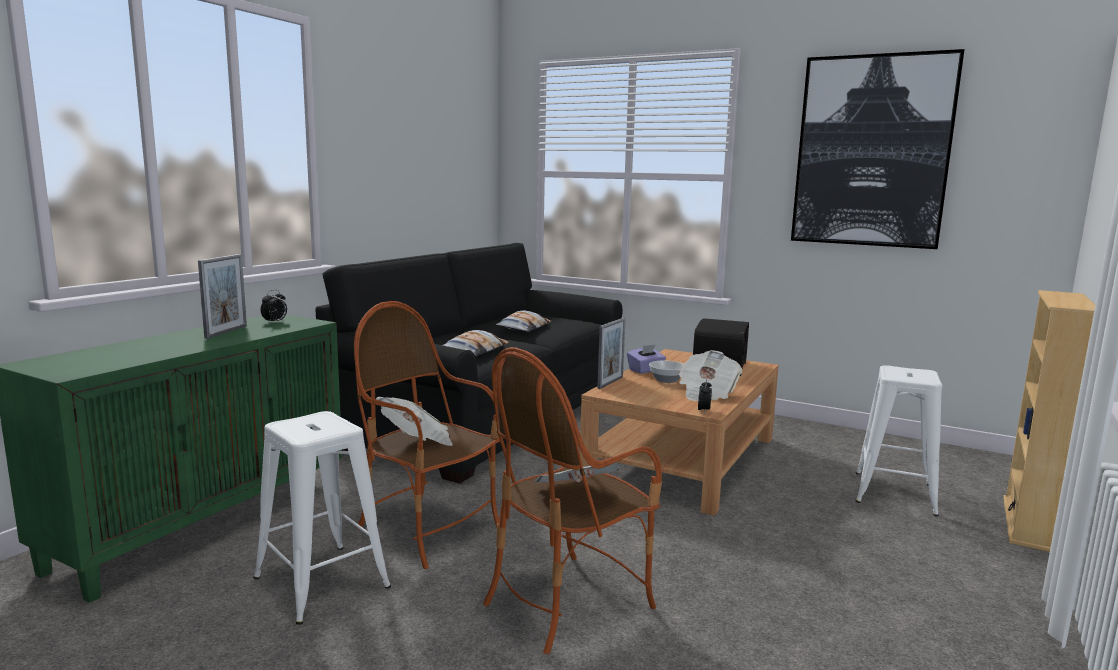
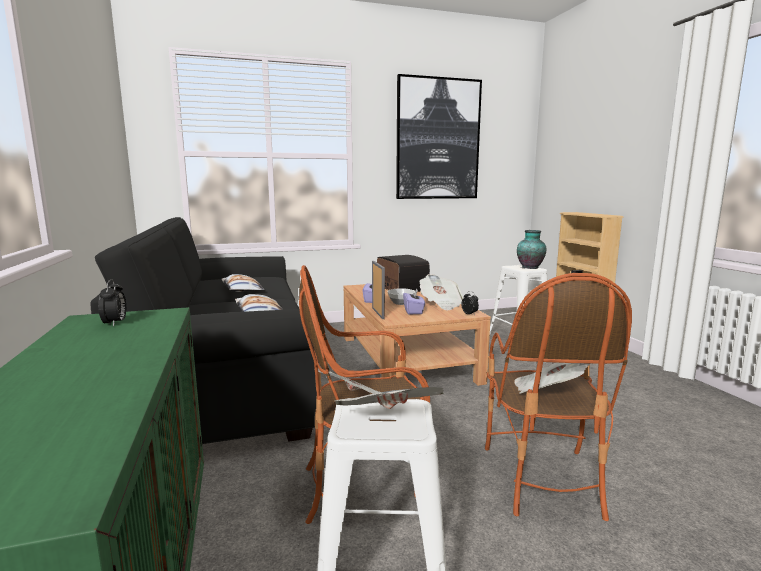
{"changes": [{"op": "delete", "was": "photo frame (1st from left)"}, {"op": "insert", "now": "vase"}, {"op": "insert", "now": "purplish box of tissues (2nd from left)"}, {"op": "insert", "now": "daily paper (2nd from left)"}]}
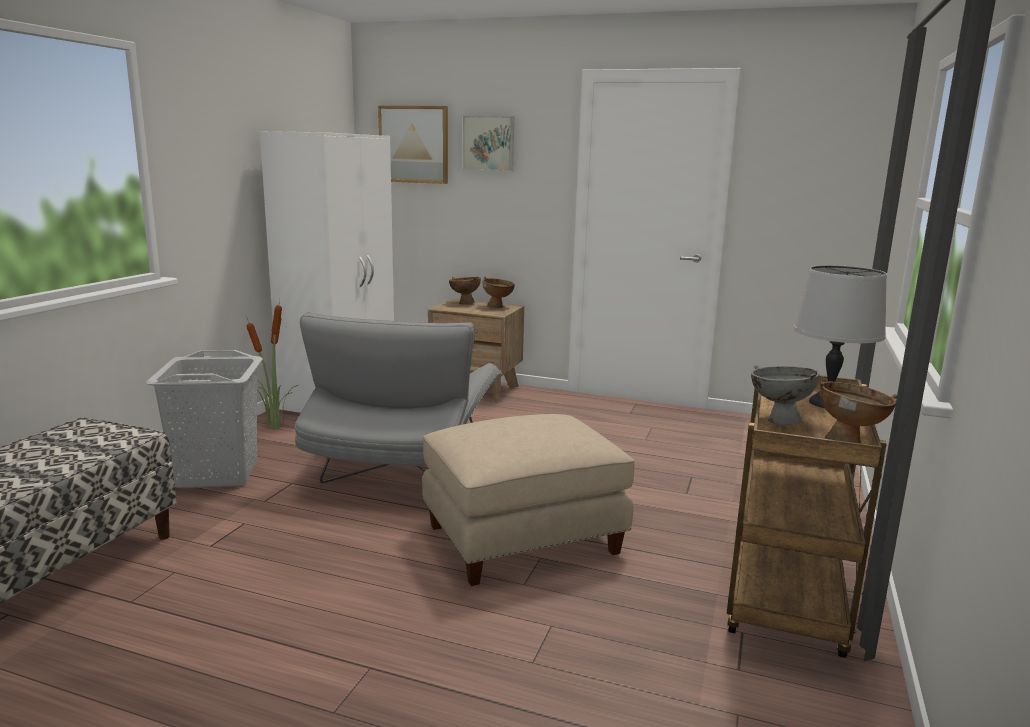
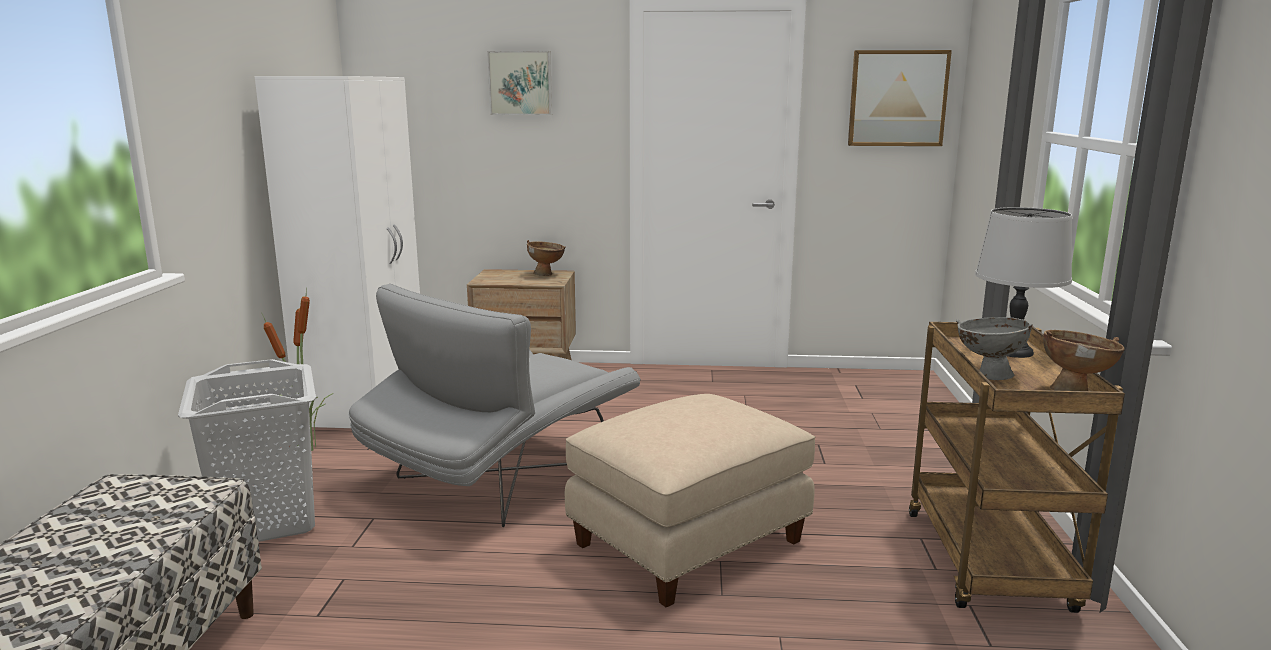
{"changes": [{"op": "move", "was": "wall art (1st from left in the first image)", "now": "wall art (2nd from left)"}, {"op": "delete", "was": "brown-coloured bowl (1st from left)"}, {"op": "rotate", "was": "grey easy chair", "clockwise": 45}]}
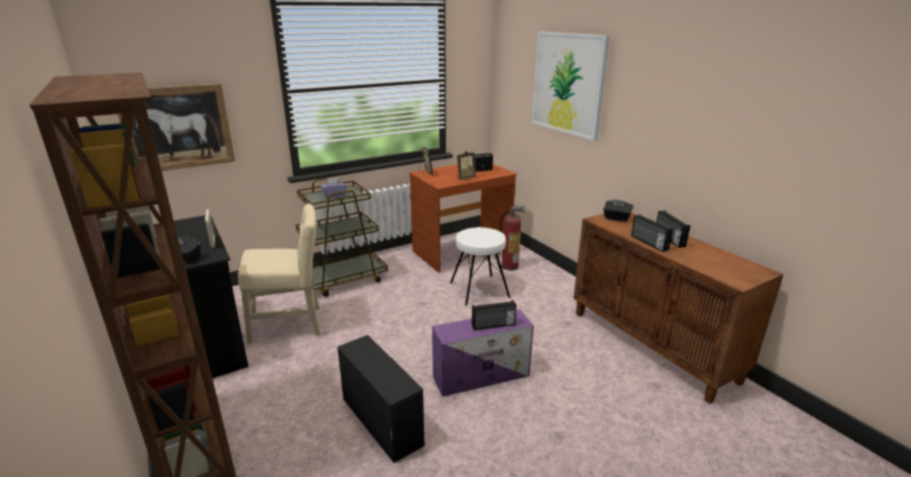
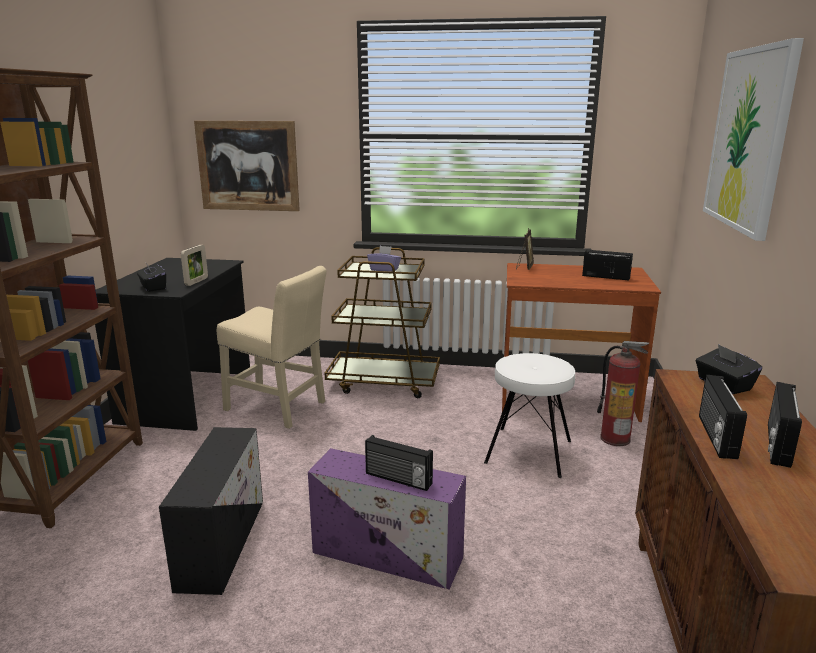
{"changes": [{"op": "delete", "was": "photo frame (3rd from left)"}]}
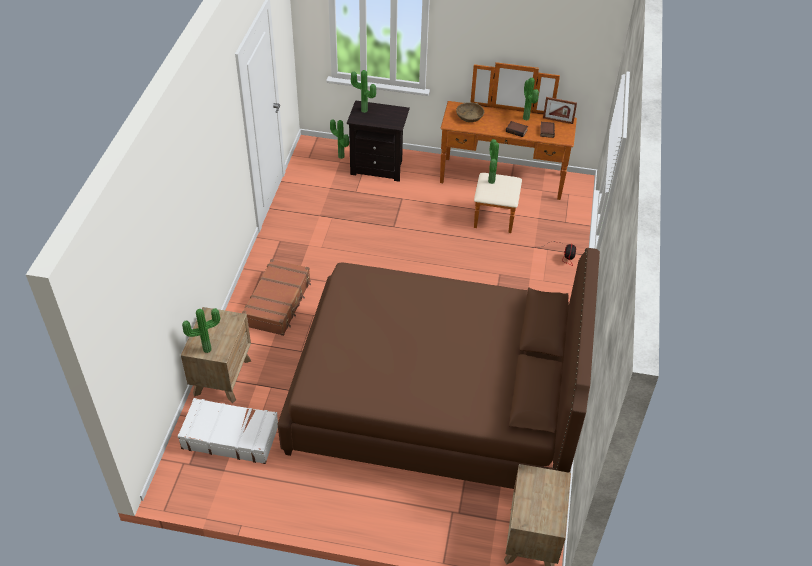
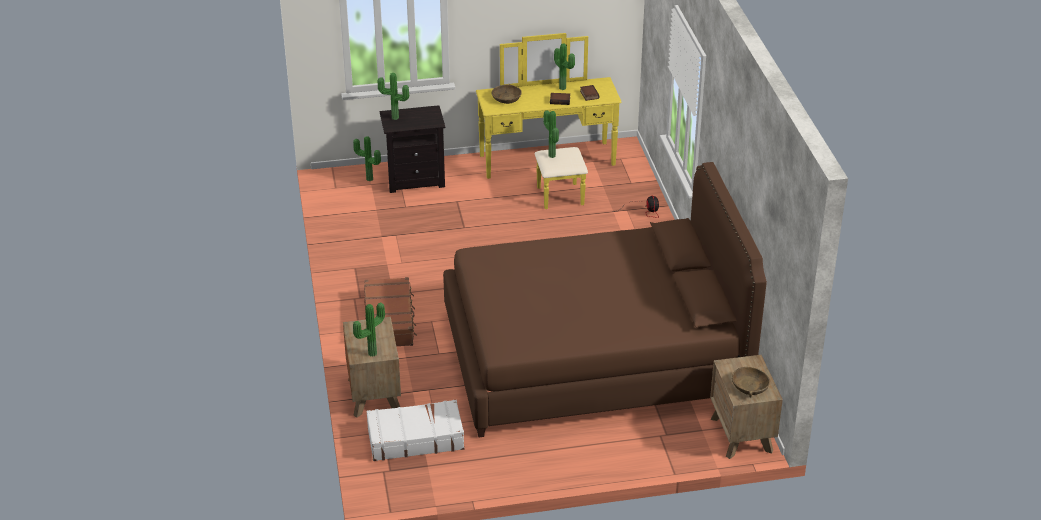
{"changes": [{"op": "recolor", "was": "brown-coloured chest of drawers", "now": "yellow-coloured chest of drawers"}, {"op": "delete", "was": "photo frame"}, {"op": "insert", "now": "brown-coloured bowl (2nd from left)"}]}
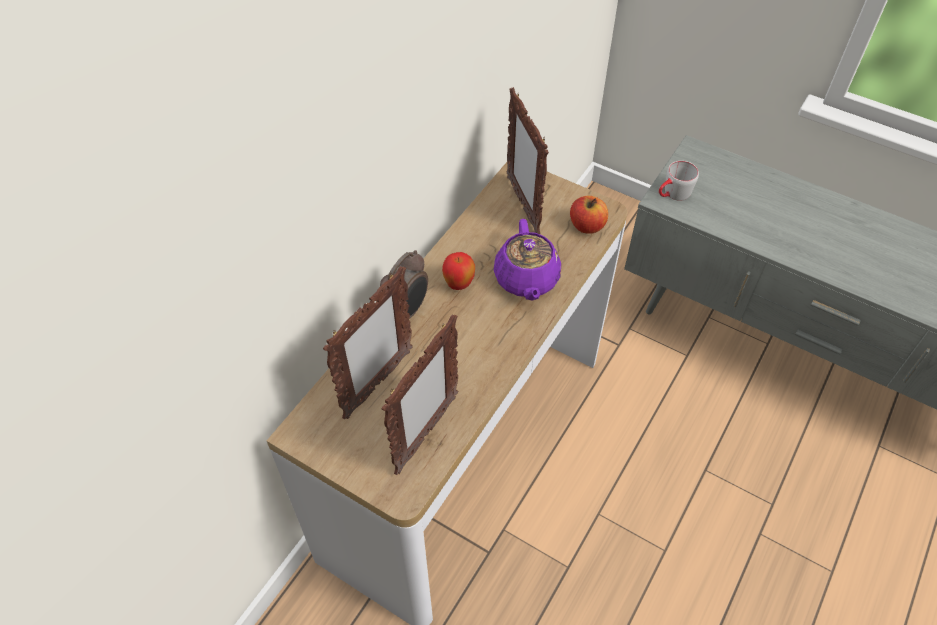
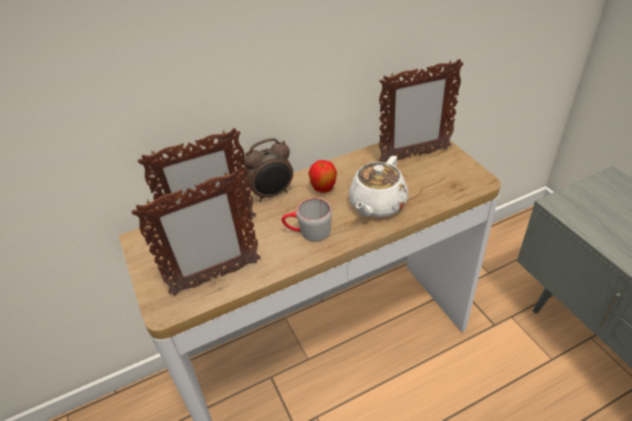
{"changes": [{"op": "rotate", "was": "photo frame (3rd from left)", "clockwise": -120}, {"op": "move", "was": "grey tea mug"}, {"op": "delete", "was": "apple fruit (2nd from left)"}, {"op": "recolor", "was": "purplish tea pot", "now": "white-coloured tea pot"}]}
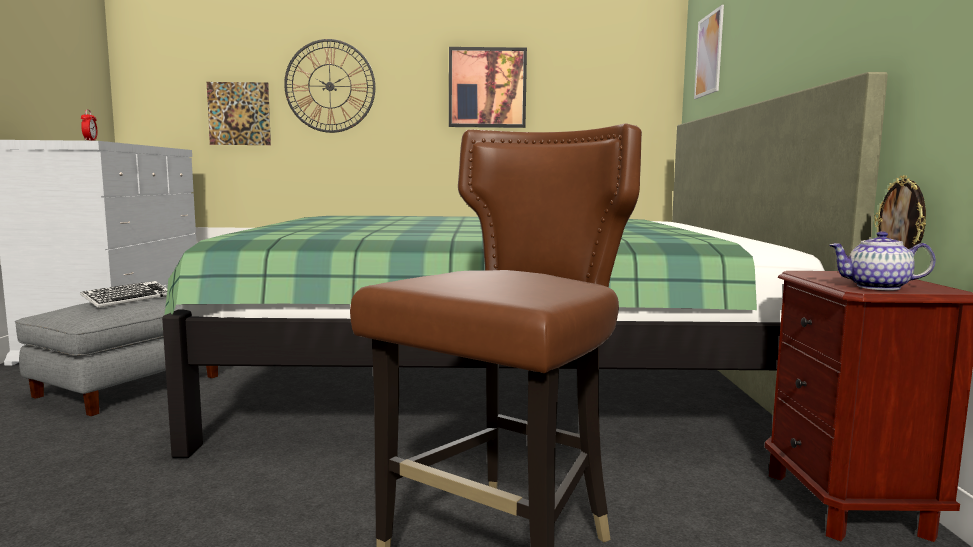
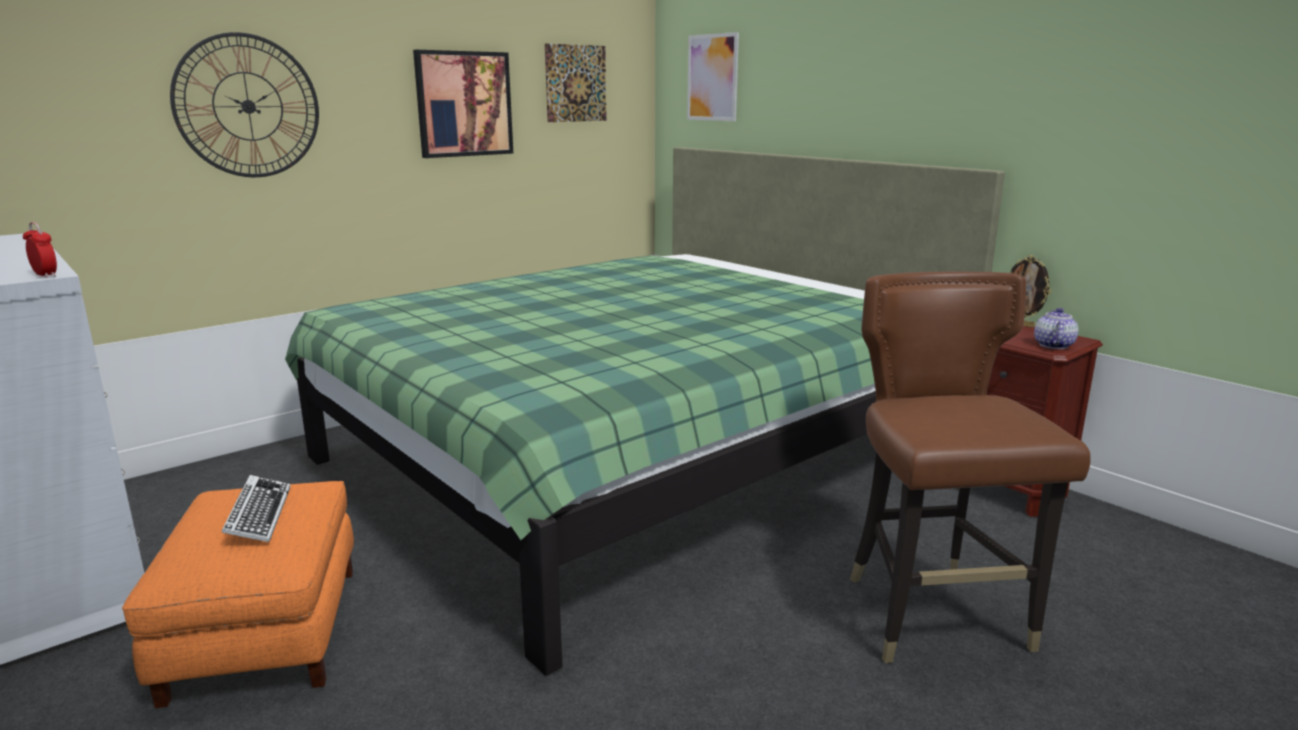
{"changes": [{"op": "move", "was": "wall art (1st from left in the first image)", "now": "wall art (2nd from left)"}, {"op": "rotate", "was": "tea pot", "clockwise": 135}, {"op": "recolor", "was": "grey footrest", "now": "orangey footrest"}]}
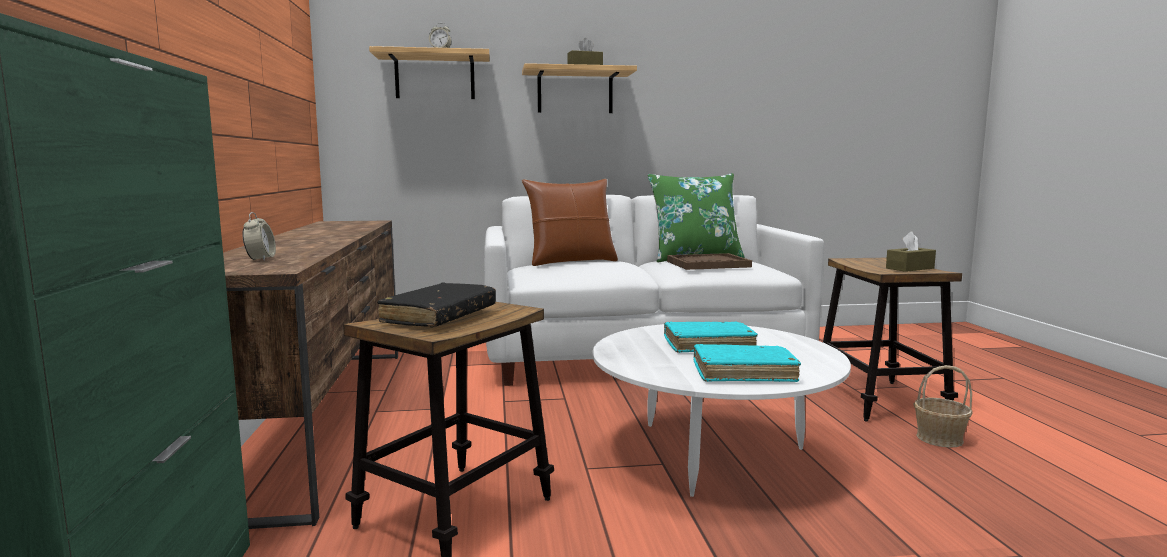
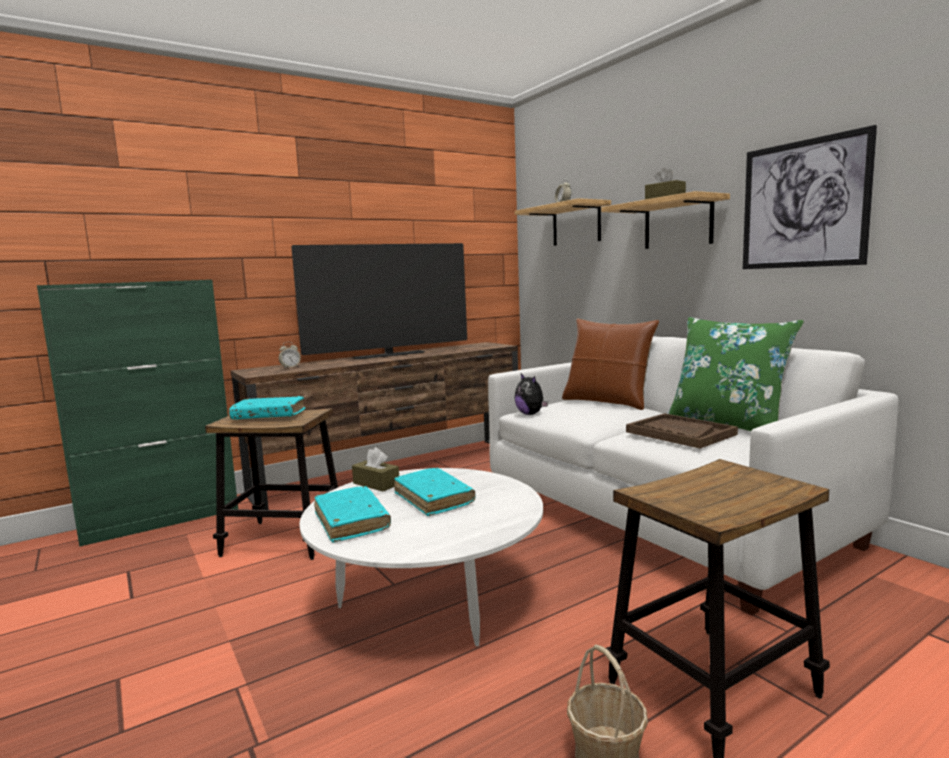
{"changes": [{"op": "move", "was": "brown-coloured box of tissues (2nd from left in the first image)", "now": "brown-coloured box of tissues (1st from left)"}, {"op": "recolor", "was": "blackish book", "now": "blue-green book (1st from left)"}, {"op": "insert", "now": "wall art"}, {"op": "insert", "now": "TV set"}, {"op": "insert", "now": "soft toy"}]}
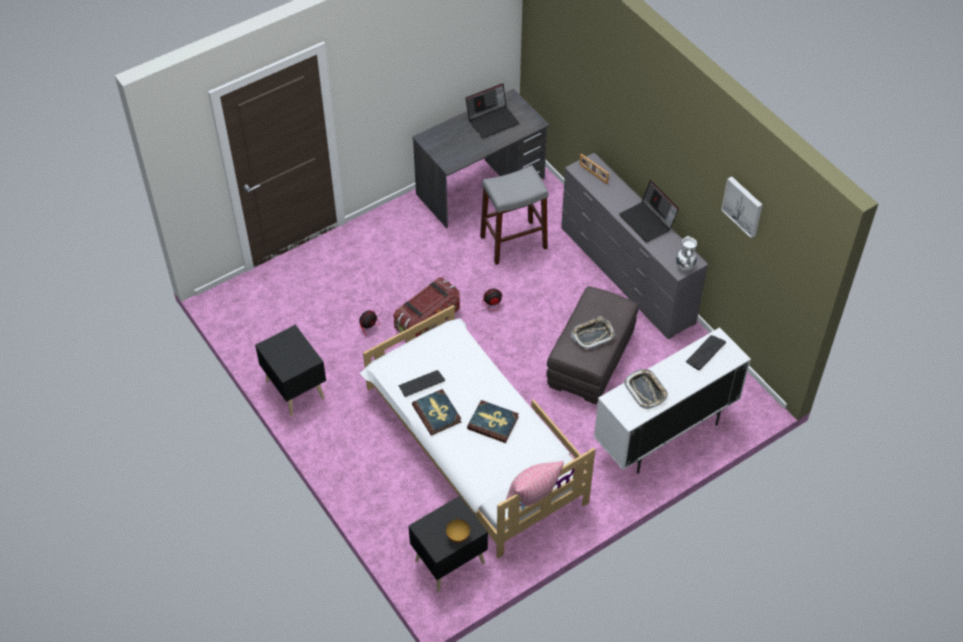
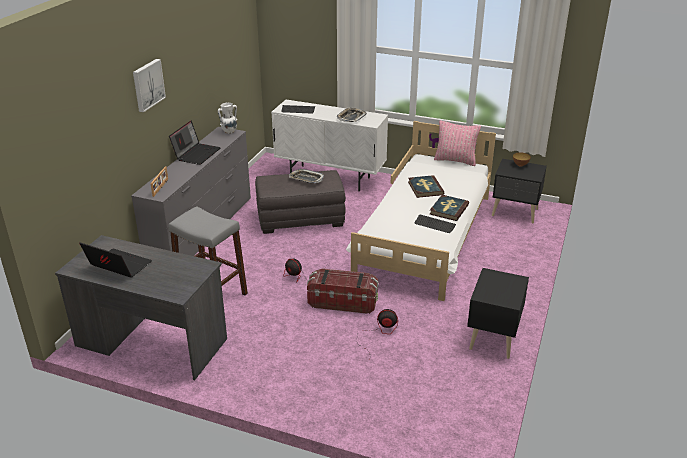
{"changes": [{"op": "move", "was": "wall art"}]}
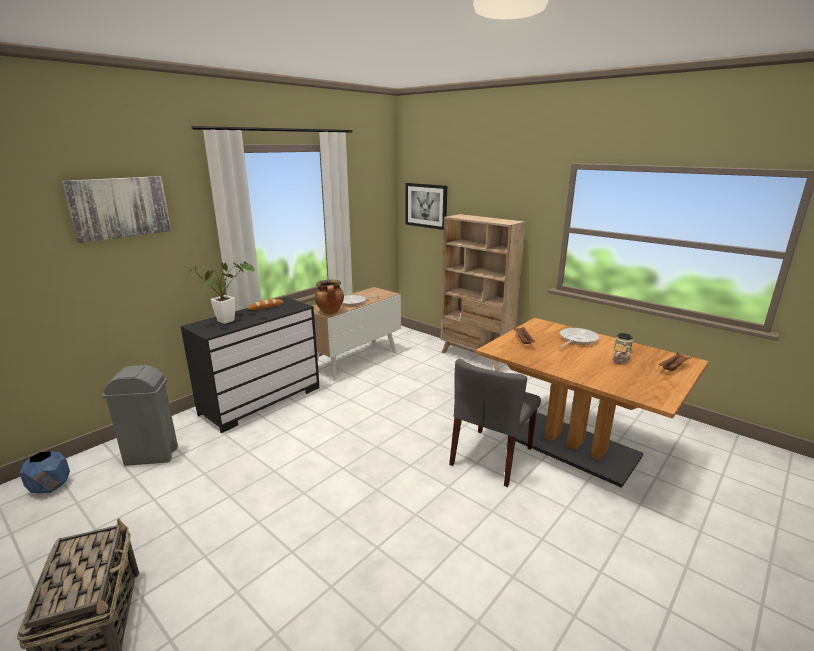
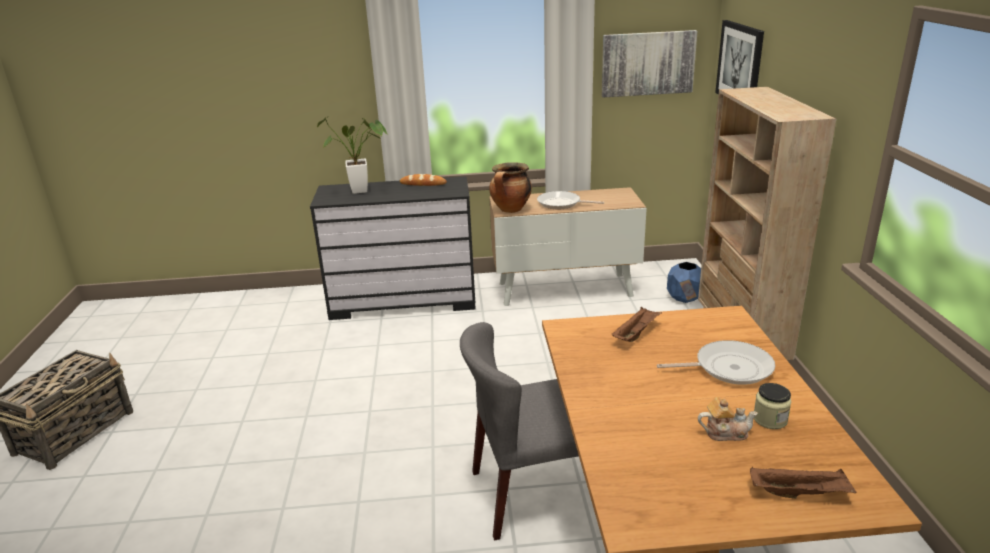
{"changes": [{"op": "move", "was": "wall art (1st from left)"}, {"op": "delete", "was": "grey trash can"}, {"op": "move", "was": "blue-coloured plant pot"}]}
